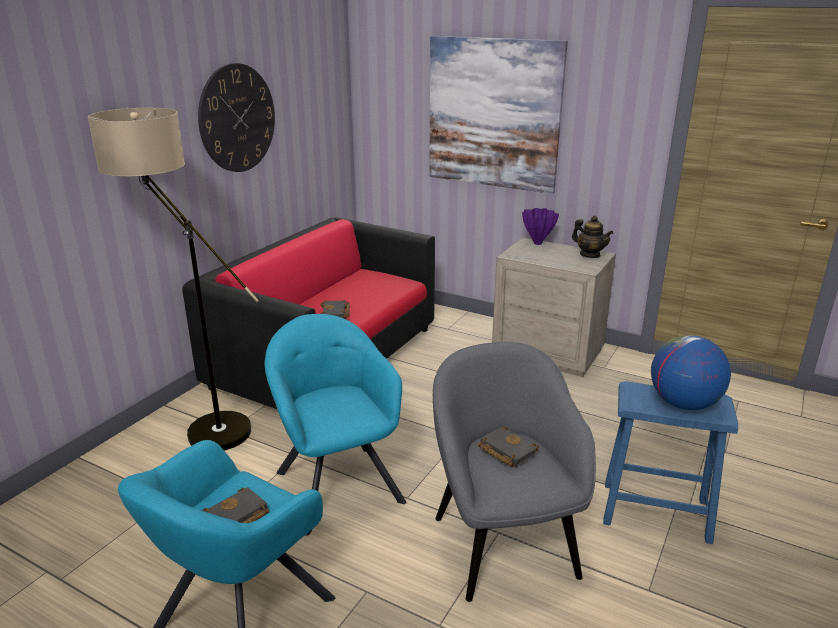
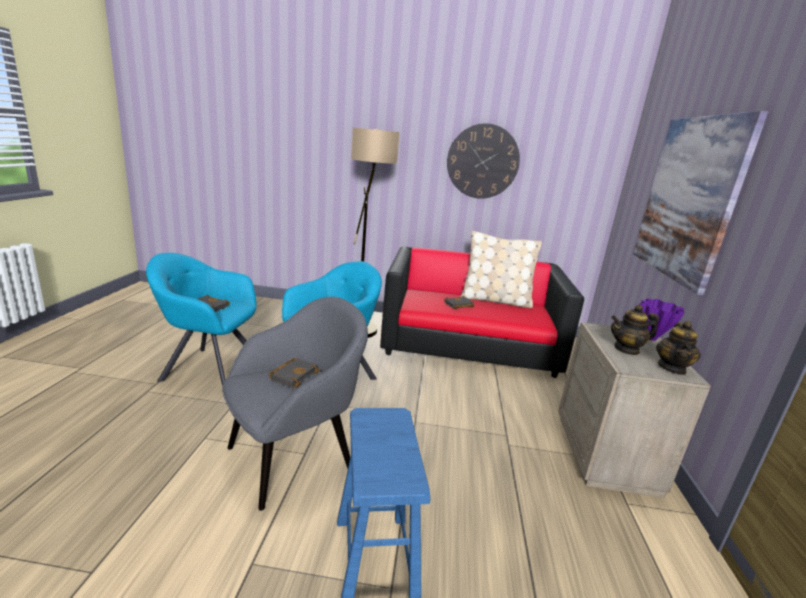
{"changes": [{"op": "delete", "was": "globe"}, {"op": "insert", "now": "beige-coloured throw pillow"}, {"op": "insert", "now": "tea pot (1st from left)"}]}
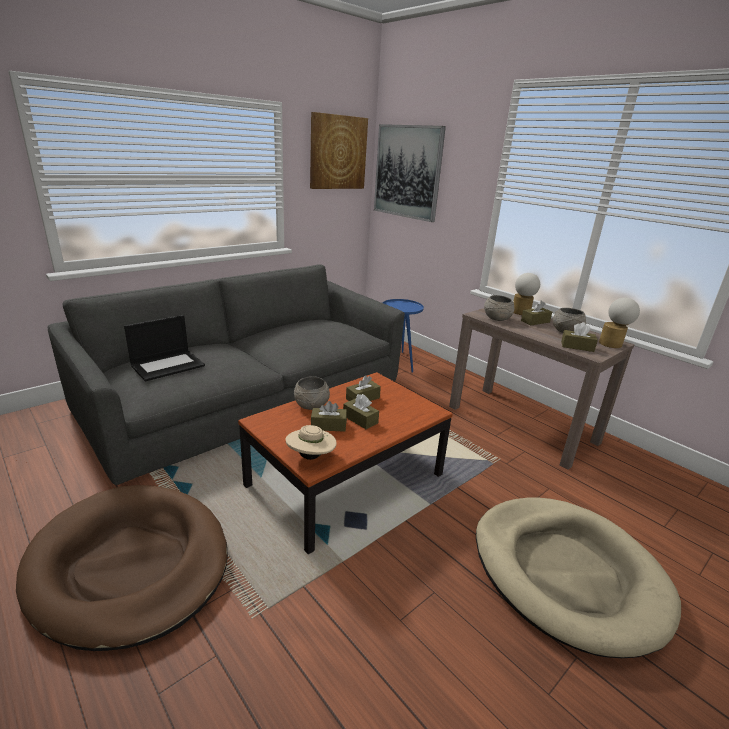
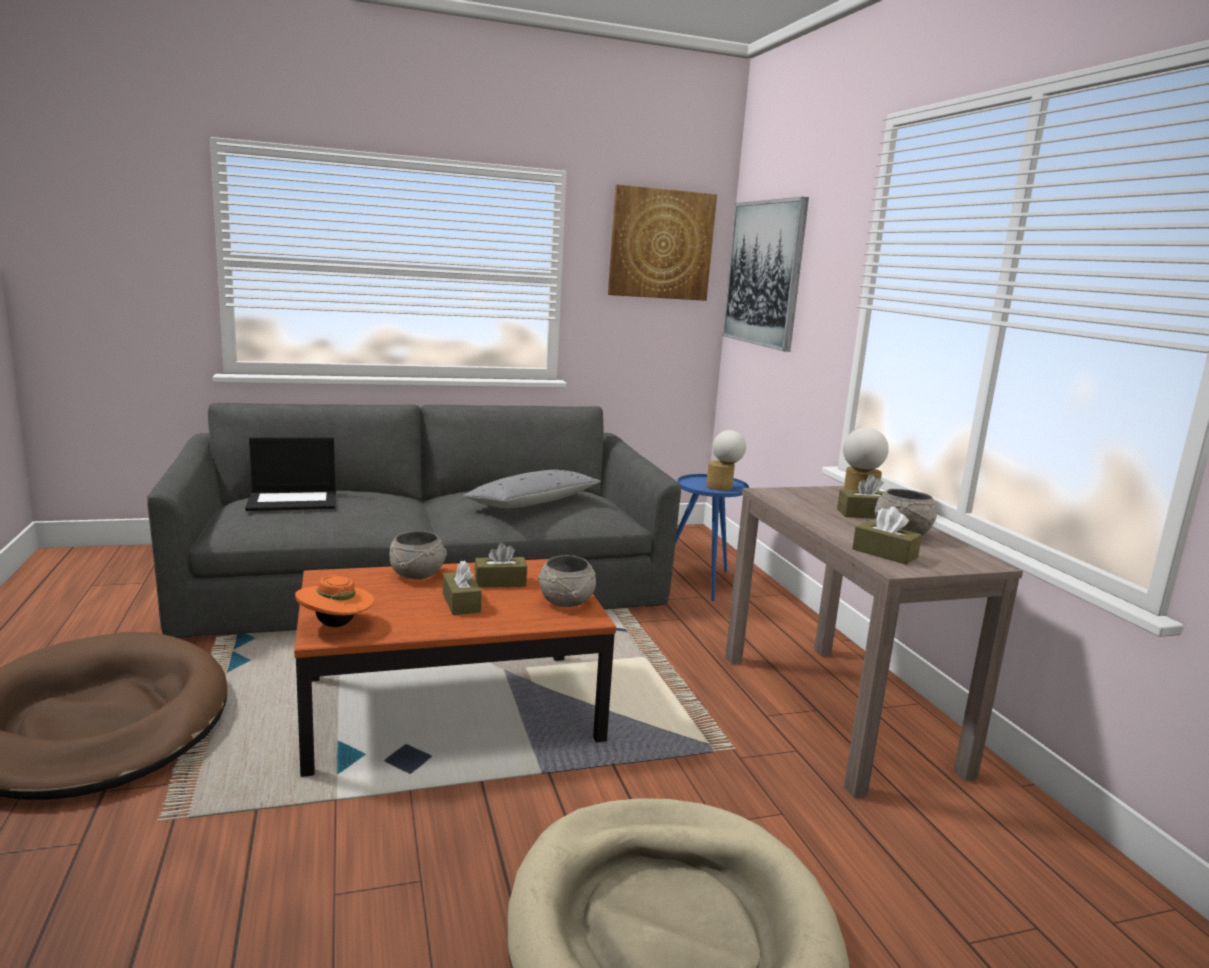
{"changes": [{"op": "move", "was": "grey bowl (2nd from left)"}, {"op": "move", "was": "tabletop lamp (2nd from left in the first image)", "now": "tabletop lamp (1st from left)"}, {"op": "delete", "was": "brown-coloured box of tissues (1st from left)"}, {"op": "recolor", "was": "beige-coloured hat", "now": "orangey hat"}, {"op": "insert", "now": "grey throw pillow"}]}
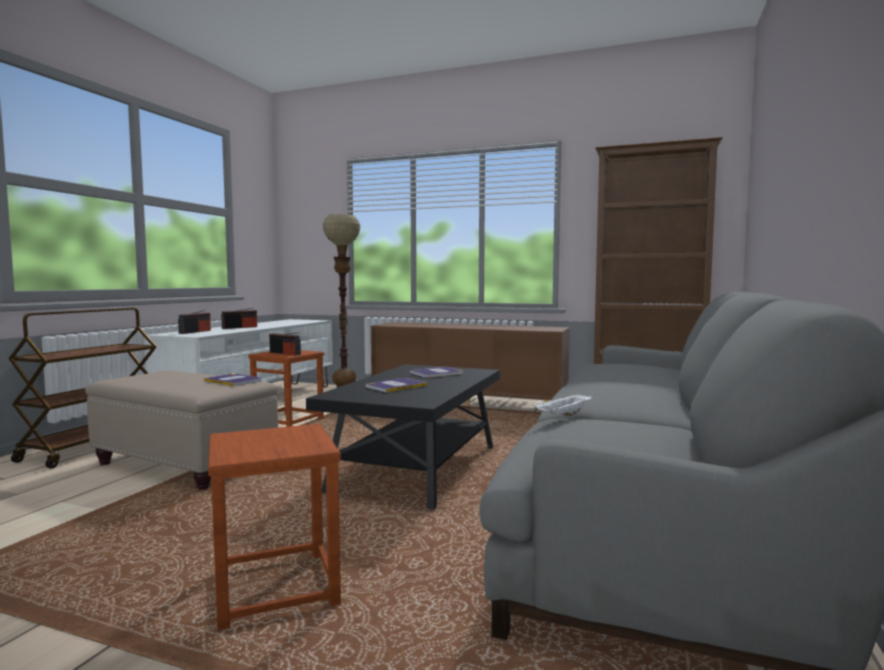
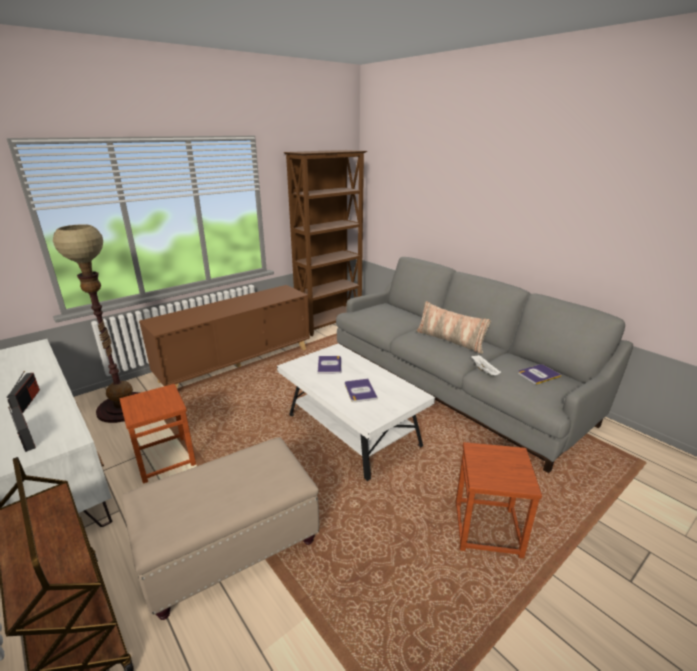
{"changes": [{"op": "delete", "was": "radio receiver (3rd from left)"}, {"op": "recolor", "was": "blackish coffee table", "now": "white-coloured coffee table"}, {"op": "move", "was": "book (1st from left in the first image)", "now": "book (3rd from left)"}, {"op": "insert", "now": "throw pillow"}]}
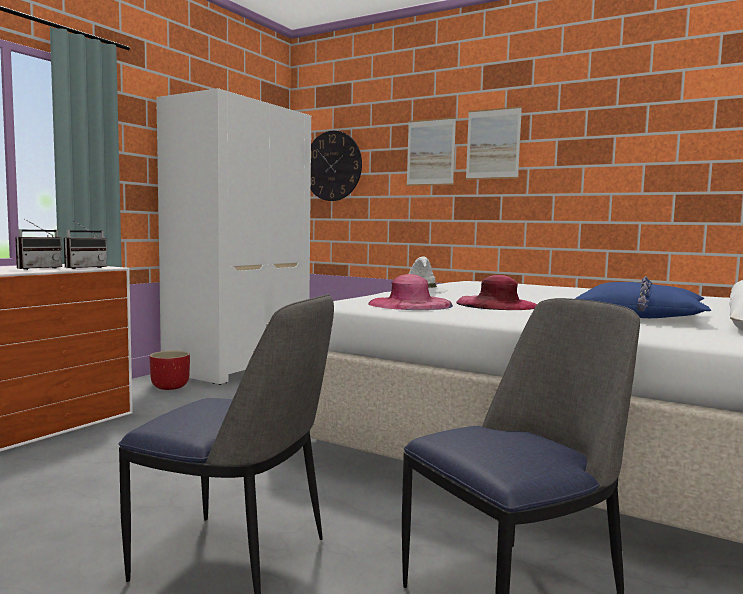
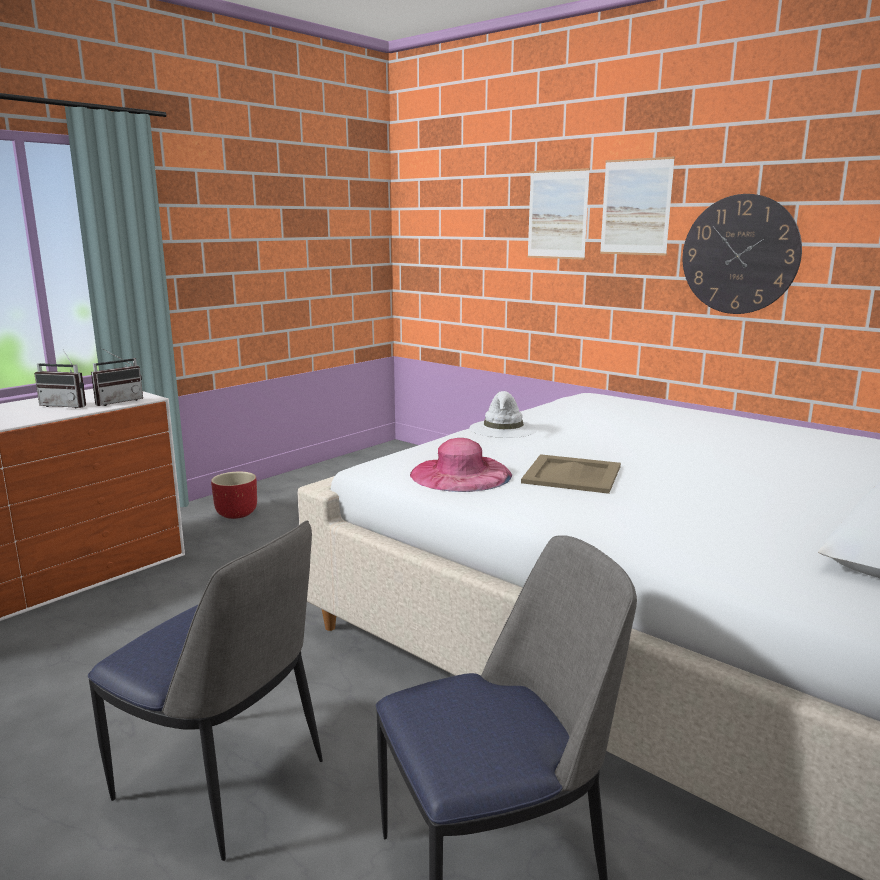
{"changes": [{"op": "delete", "was": "white-coloured wardrobe"}, {"op": "move", "was": "clock on the wall"}, {"op": "rotate", "was": "radio receiver (1st from left)", "clockwise": 60}, {"op": "replace", "was": "pinkish hat (2nd from left)", "now": "beige-coloured tray"}, {"op": "delete", "was": "blue-coloured throw pillow"}]}
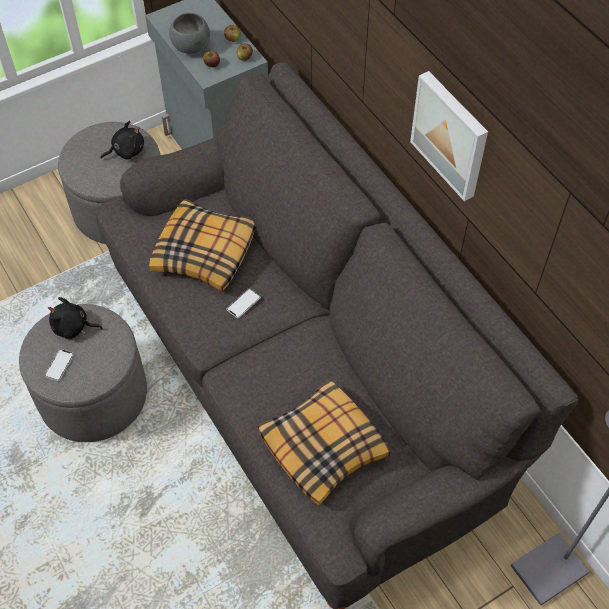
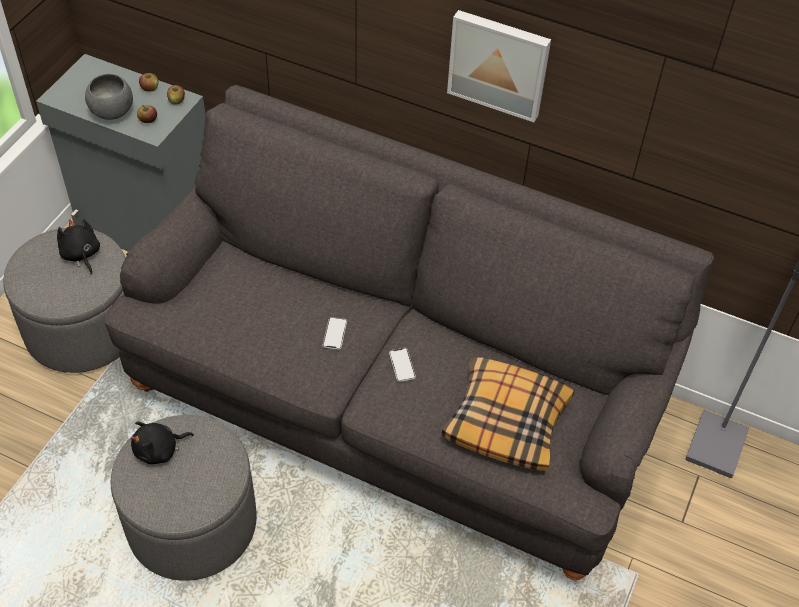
{"changes": [{"op": "rotate", "was": "blackish soft toy (2nd from left in the first image)", "clockwise": -60}, {"op": "delete", "was": "throw pillow (1st from left)"}, {"op": "move", "was": "phone (1st from left in the first image)", "now": "phone (2nd from left)"}]}
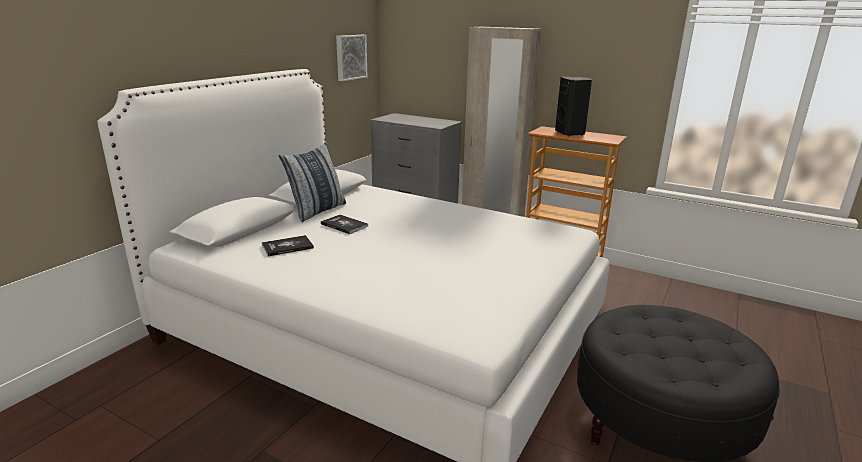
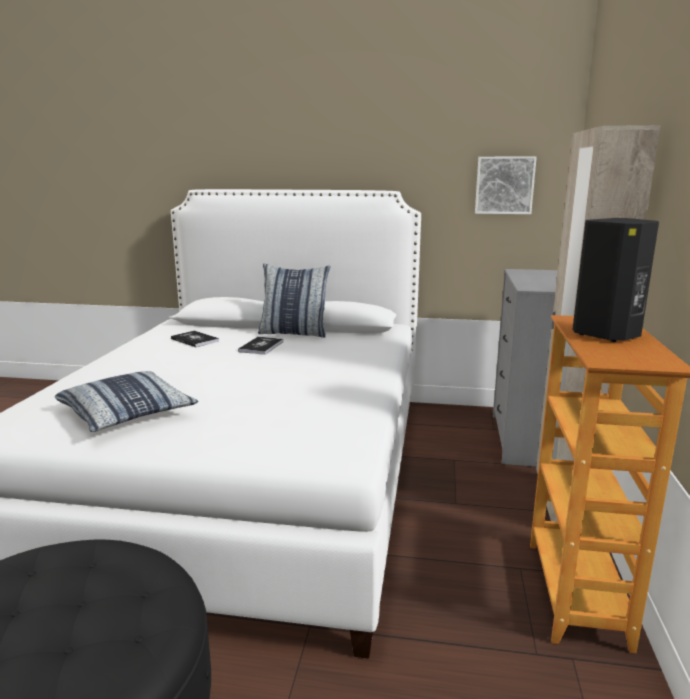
{"changes": [{"op": "insert", "now": "throw pillow (1st from left)"}]}
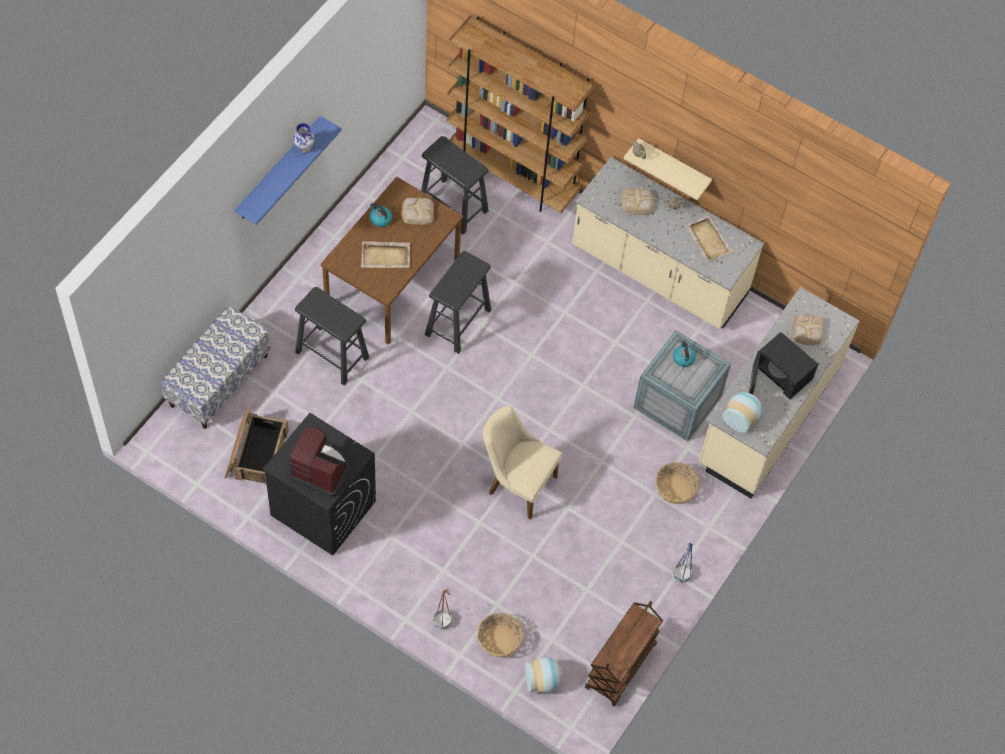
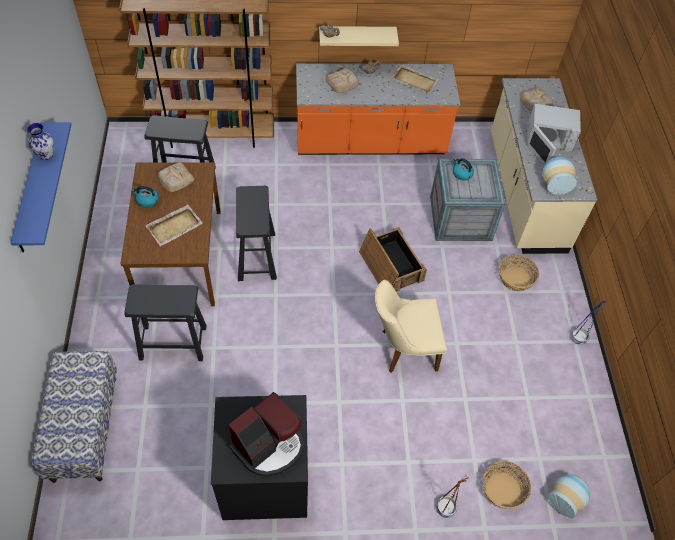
{"changes": [{"op": "recolor", "was": "beige-coloured kitchen base unit (1st from left)", "now": "orangey kitchen base unit"}, {"op": "recolor", "was": "blackish microwave", "now": "white-coloured microwave"}, {"op": "move", "was": "crate (1st from left)"}, {"op": "rotate", "was": "coffee brewer", "clockwise": 150}, {"op": "delete", "was": "brown-coloured cart"}]}
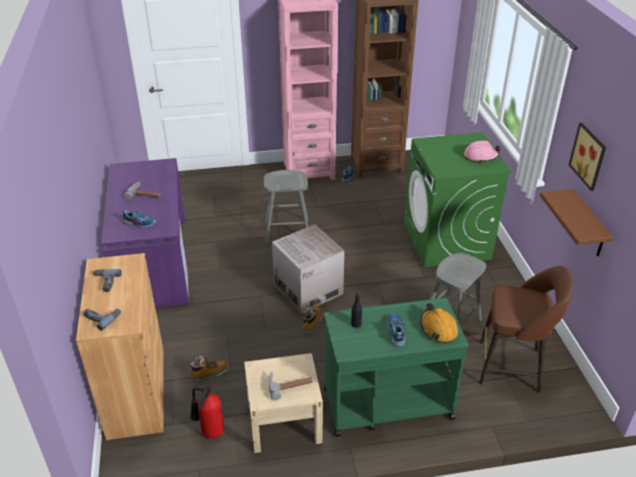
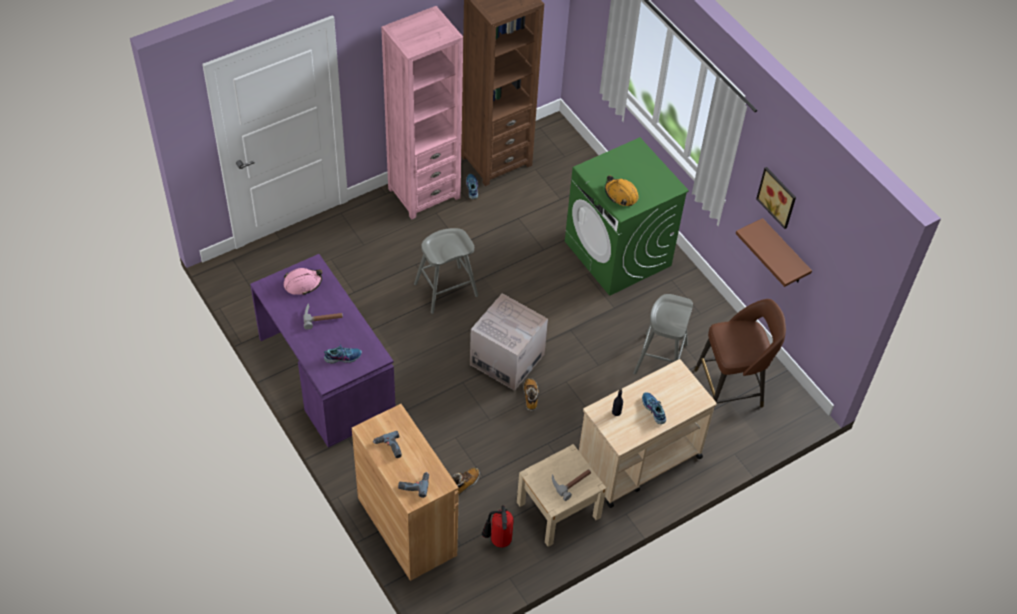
{"changes": [{"op": "move", "was": "pinkish work helmet"}, {"op": "recolor", "was": "green-coloured cart", "now": "beige-coloured cart"}, {"op": "move", "was": "orangey work helmet"}]}
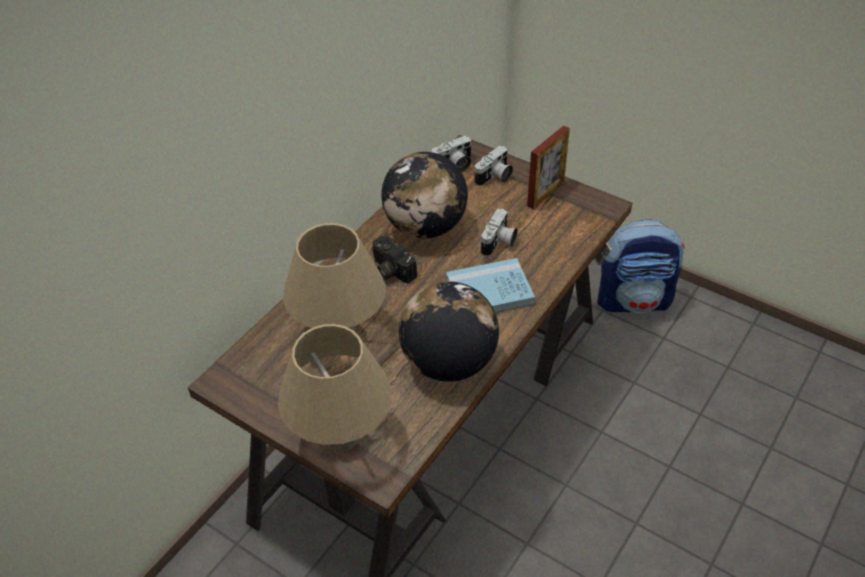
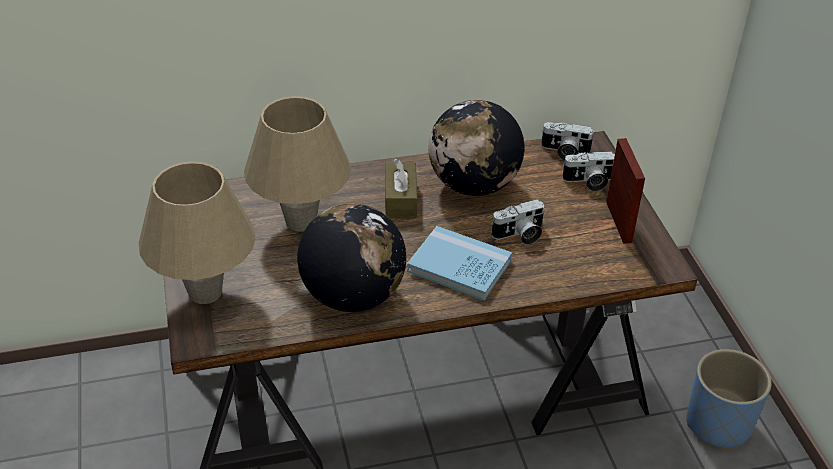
{"changes": [{"op": "rotate", "was": "photo frame", "clockwise": -90}, {"op": "replace", "was": "rucksack", "now": "blue-coloured plant pot"}, {"op": "replace", "was": "photo camera (1st from left)", "now": "brown-coloured box of tissues"}]}
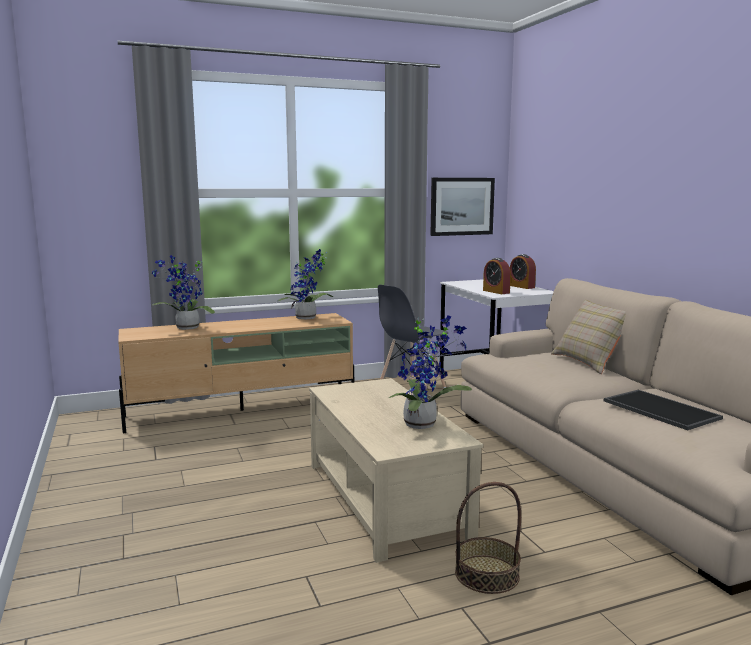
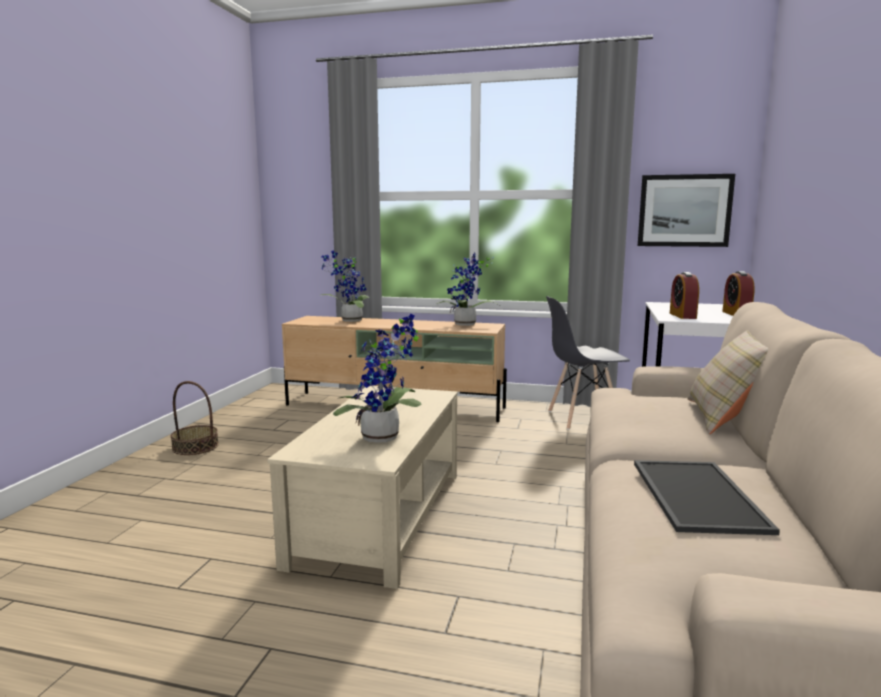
{"changes": [{"op": "move", "was": "basket"}]}
